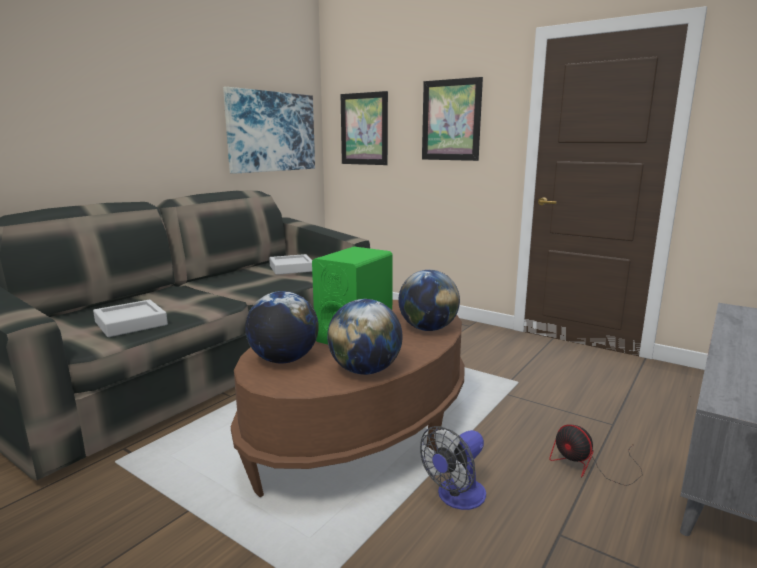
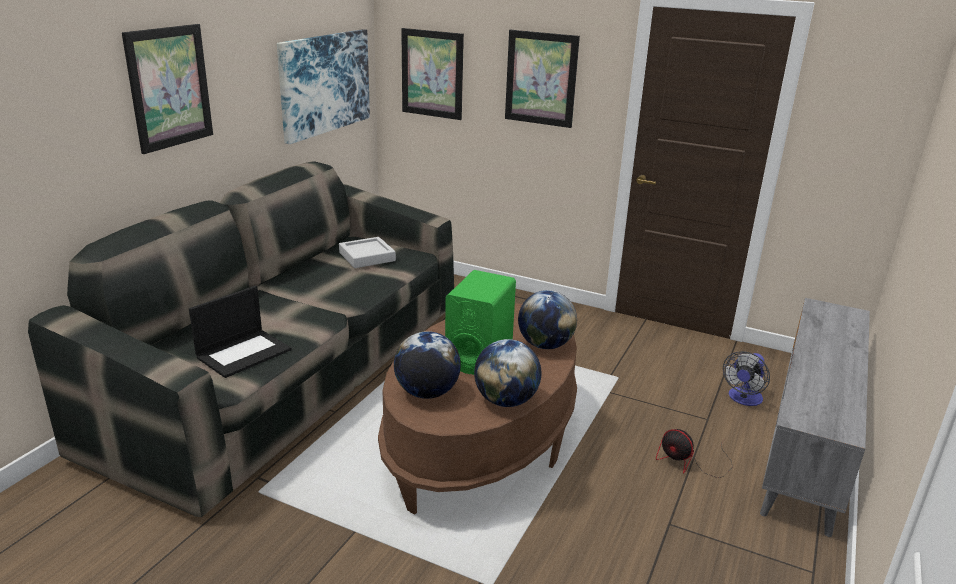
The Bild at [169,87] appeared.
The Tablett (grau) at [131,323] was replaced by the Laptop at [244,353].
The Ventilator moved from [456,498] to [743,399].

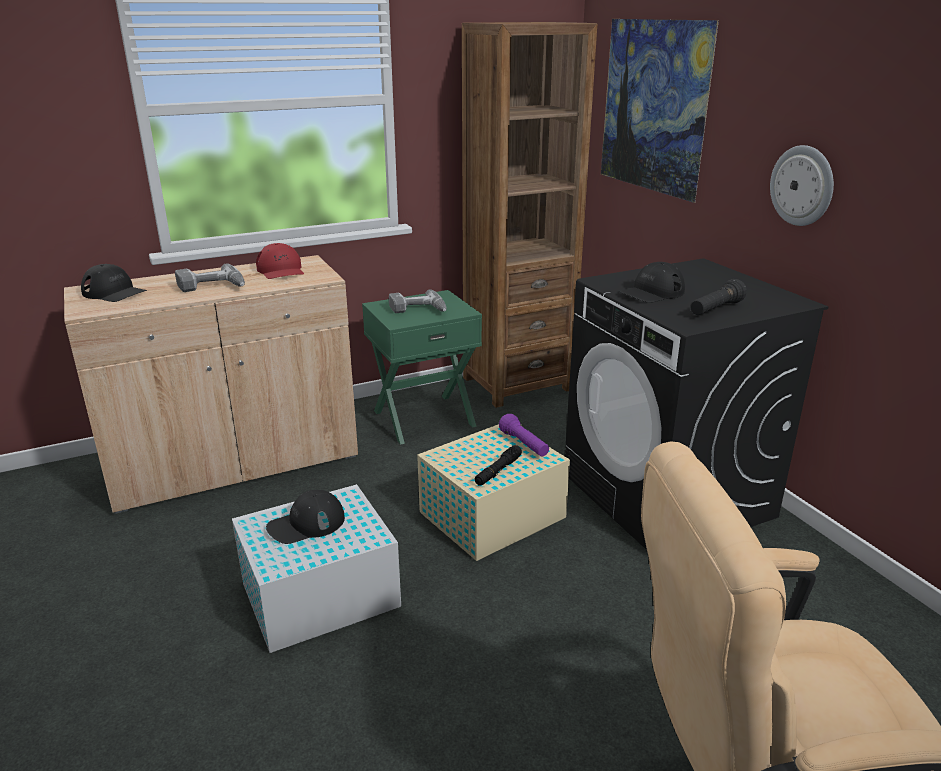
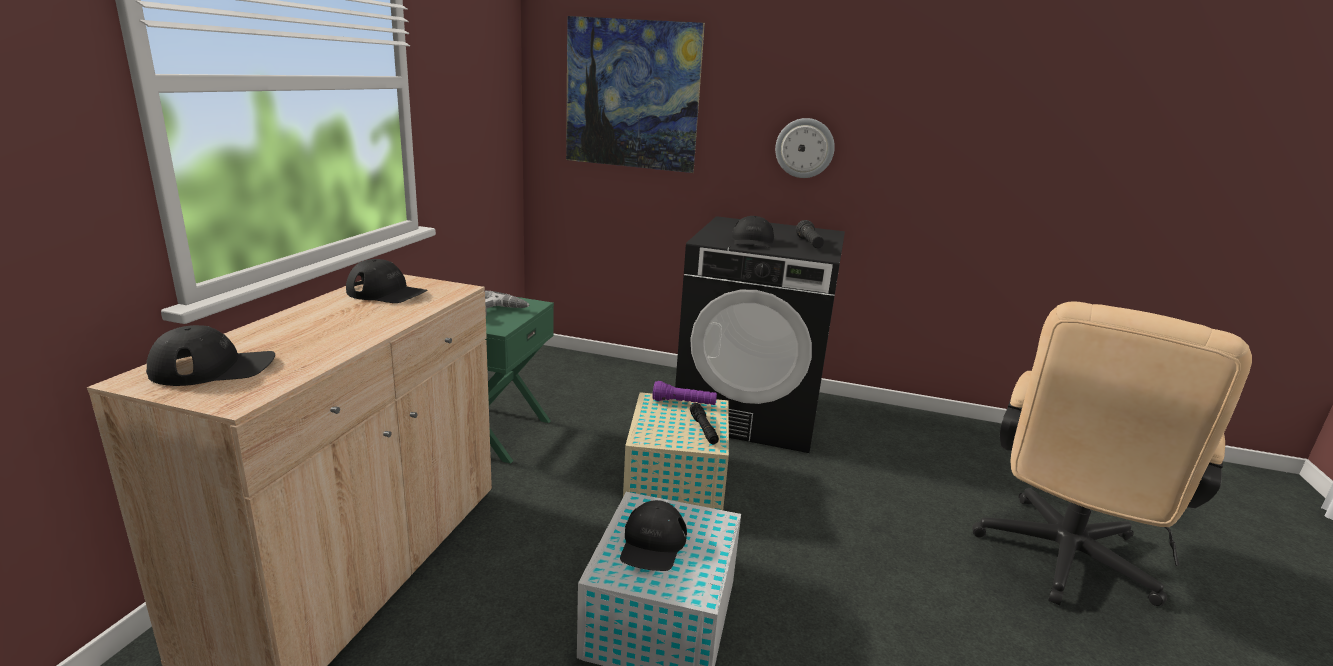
The Kappe (rot) at [281,270] became the Kappe (schwarz) at [387,293].
The Bohrmaschine at [212,287] disappeared.
The Bücherregal (braun) at [517,383] disappeared.

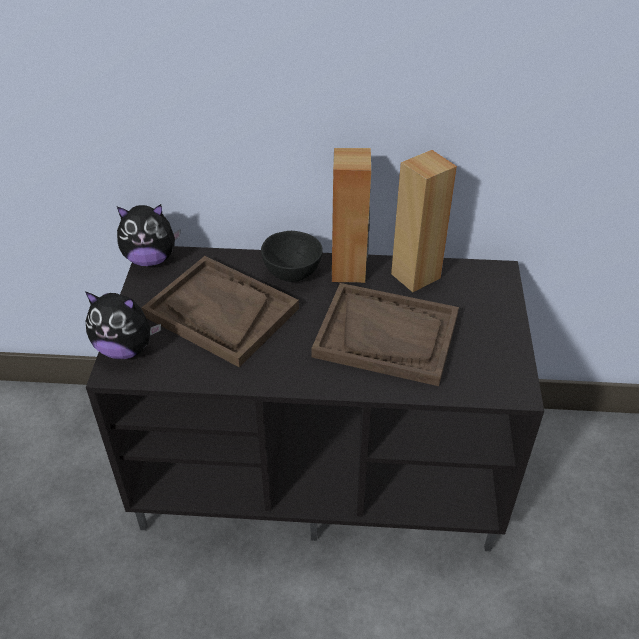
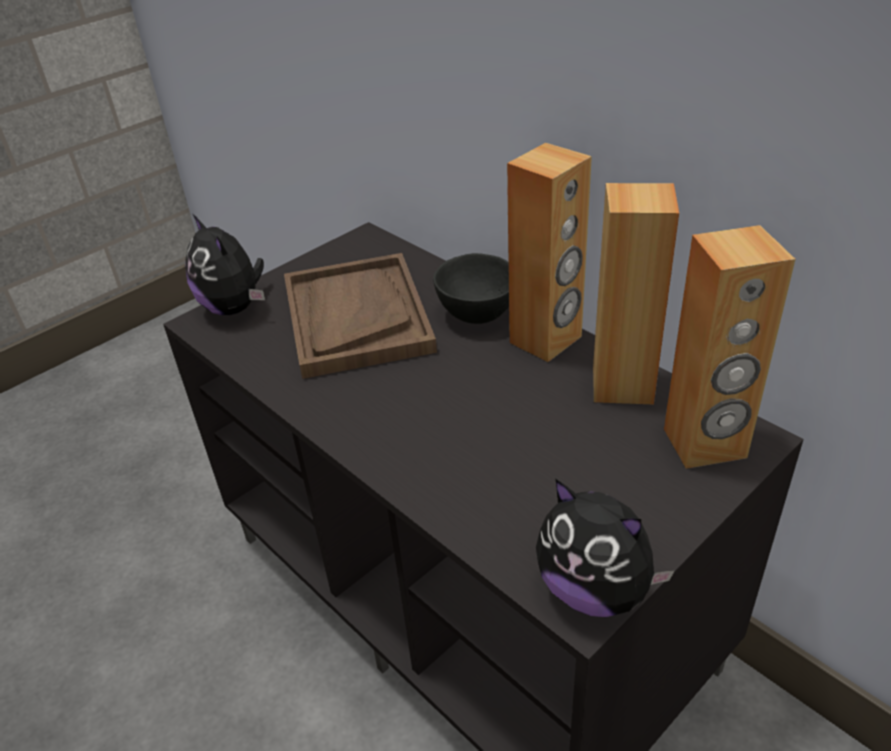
The Plüschtier moved from [151,259] to [595,590].
The Lautsprecher (braun) at [705,444] appeared.
The Tablett (braun) at [386,336] disappeared.

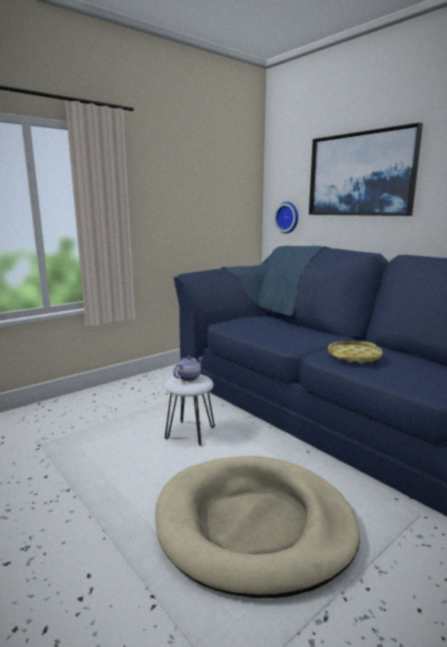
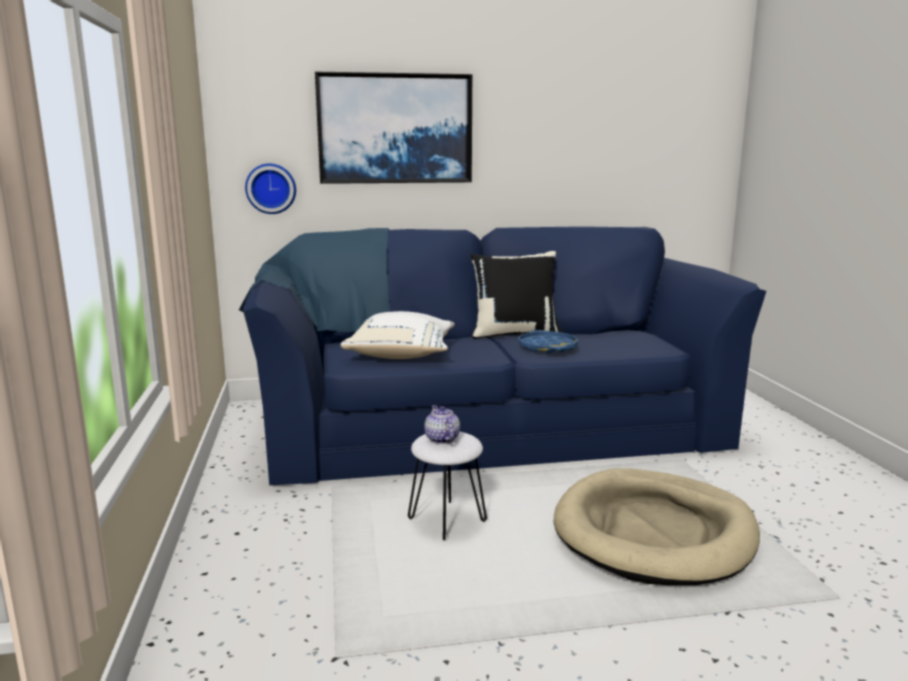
The Kissen (weiß) at [402,355] appeared.
The Kissen (schwarz) at [515,334] appeared.
The Tablett (gelb) at [354,356] became the Tablett (blau) at [547,347].

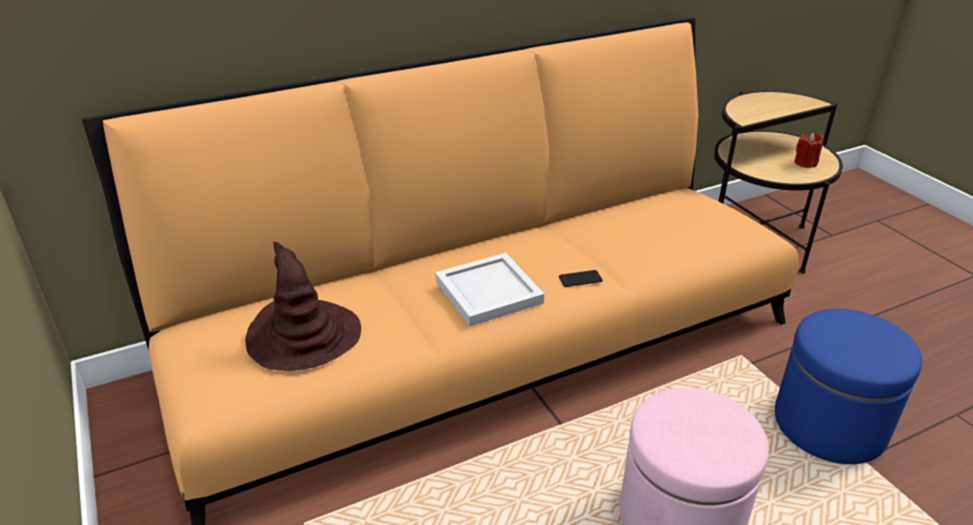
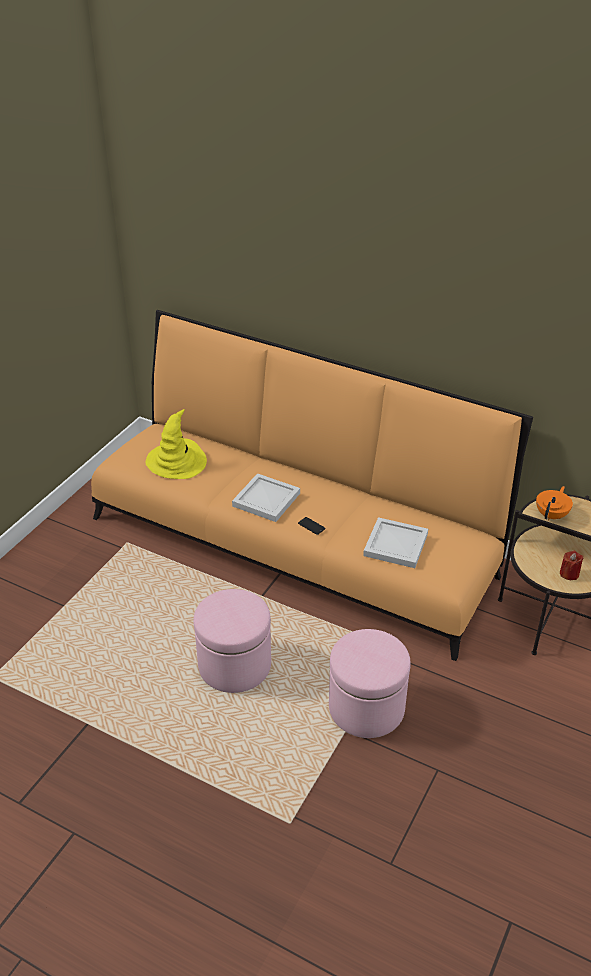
The Hut (braun) at [303,336] became the Hut (gelb) at [177,461].
The Polsterhocker (blau) at [829,424] became the Polsterhocker (rosa) at [366,707].
The Tablett (weiß) at [395,544] appeared.
The Teekanne (orange) at [551,515] appeared.

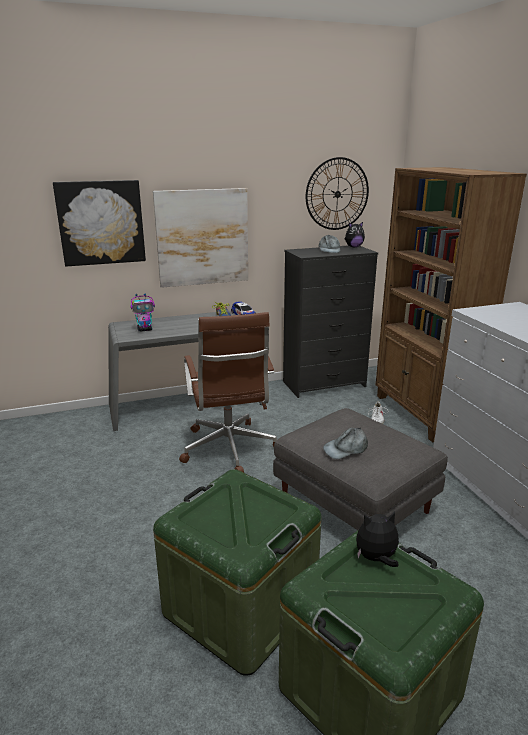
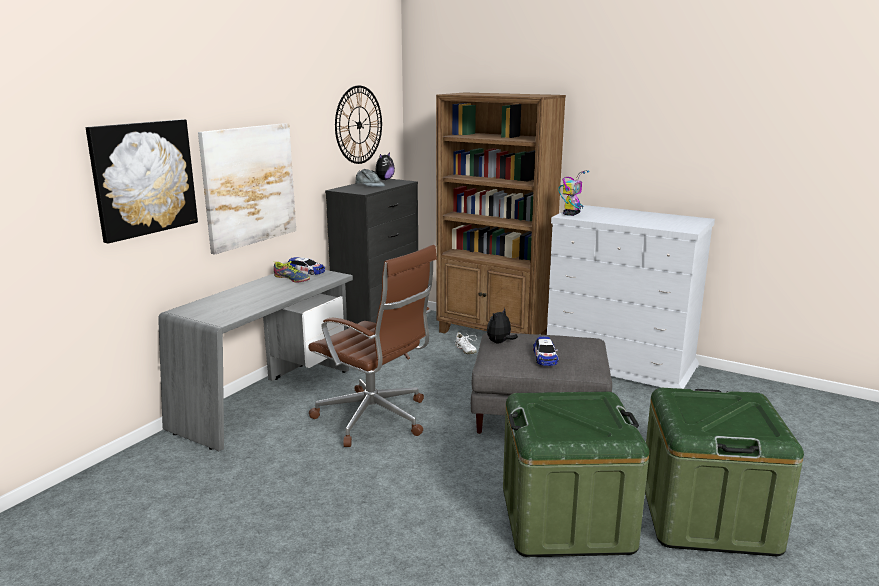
The Plüschtier moved from [376,559] to [500,343].
The Kappe (grau) at [346,449] was replaced by the Spielzeugauto at [545,357].
The Spielzeugroboter moved from [145,330] to [571,214].

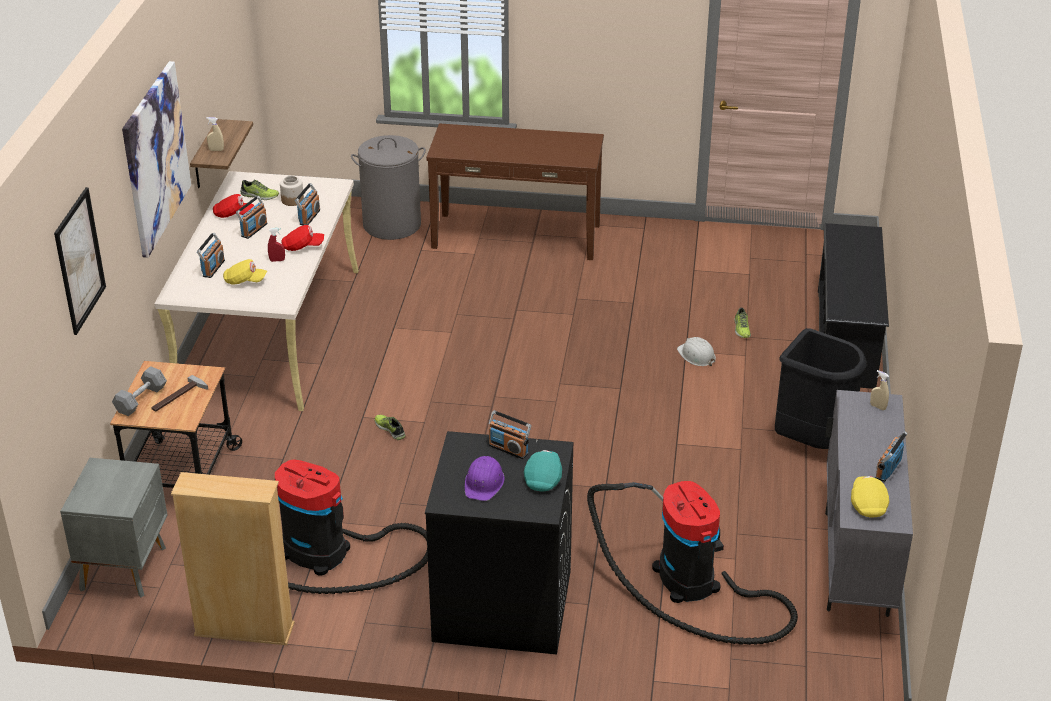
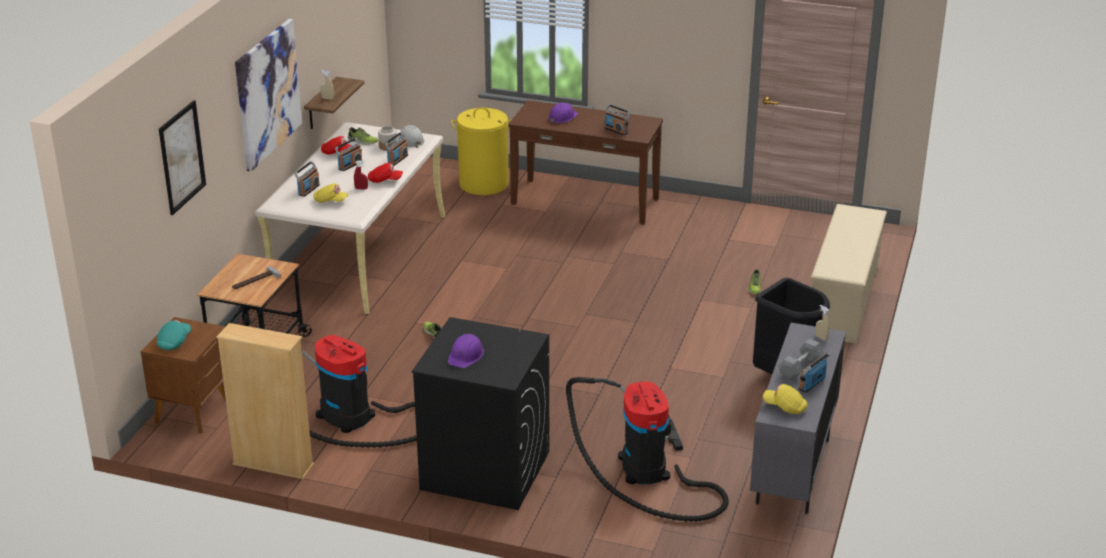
The Nachttisch (grau) at [125,568] became the Nachttisch (braun) at [194,411].
The Kappe (türkis) moved from [543,478] to [174,342].
The Schutzhelm (weiß) moved from [696,355] to [410,140].
The Wäschekorb (grau) at [392,224] became the Wäschekorb (gelb) at [484,184].
The Schutzhelm (lila) at [562,117] appeared.
The Radio moved from [508,449] to [616,130].
The Kappe (gelb) at [868,504] turned 75 degrees counterclockwise.
The Hantel (grau) moved from [141,399] to [800,367].
The Schuhregal (schwarz) at [845,338] became the Schuhregal (beige) at [843,302].

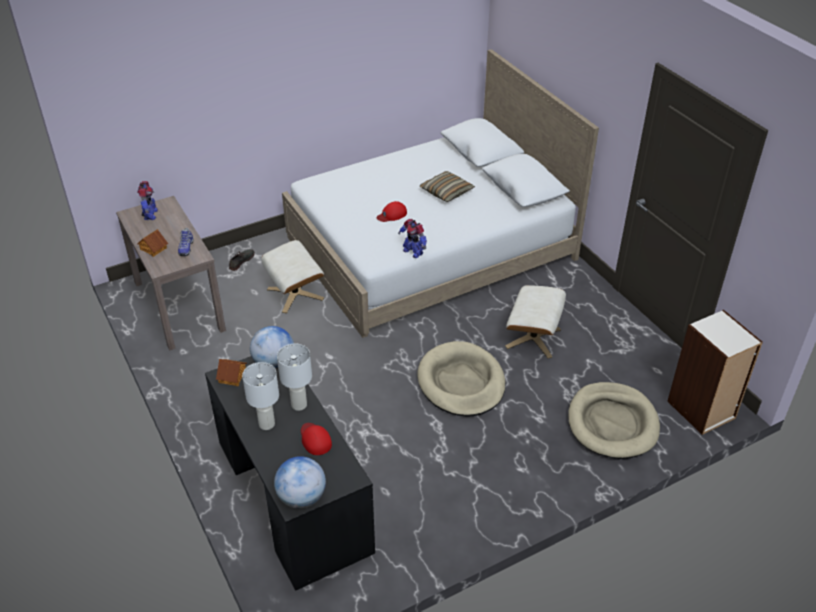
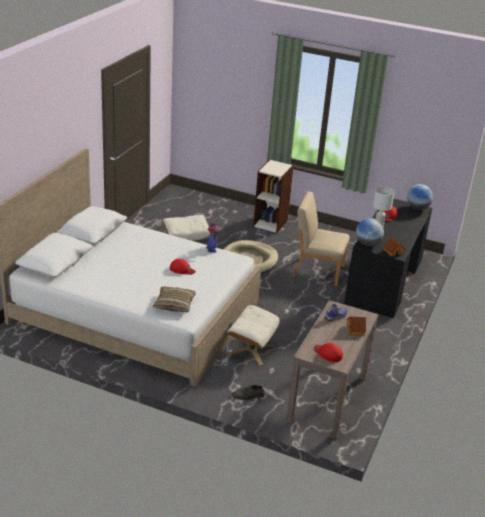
The Kissen moved from [446,192] to [174,304].
The Bücherregal moved from [701,410] to [270,223].
The Stuhl (beige) at [317,270] appeared.
The Spielzeugroboter at [150,215] was replaced by the Kappe (rot) at [328,353].
The Tischlampe (weiß) at [267,424] disappeared.
The Hundebett (beige) at [612,423] disappeared.

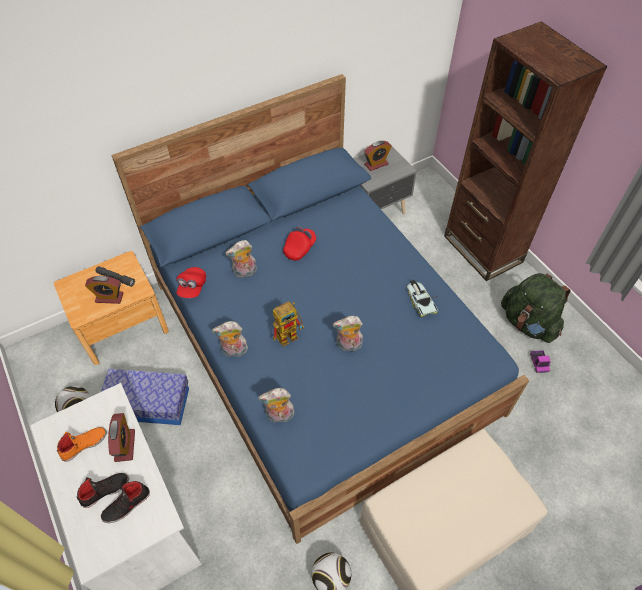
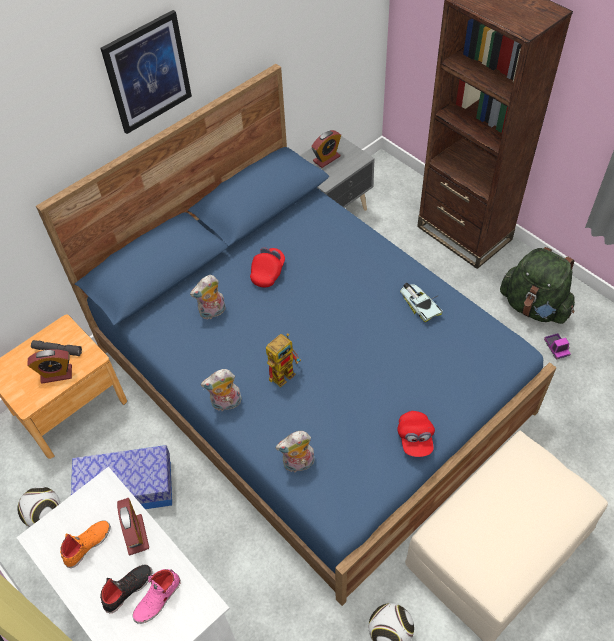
The Bild at [147,72] appeared.
The Schuh (schwarz) at [127,505] became the Schuh (rosa) at [158,599].
The Kappe (rot) moved from [192,287] to [415,438].
The Plüschtier at [348,346] disappeared.

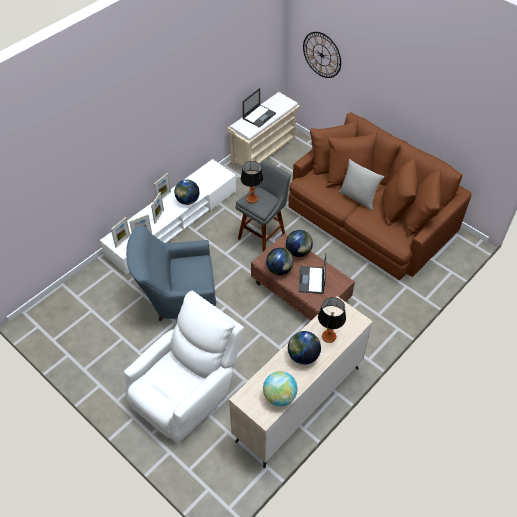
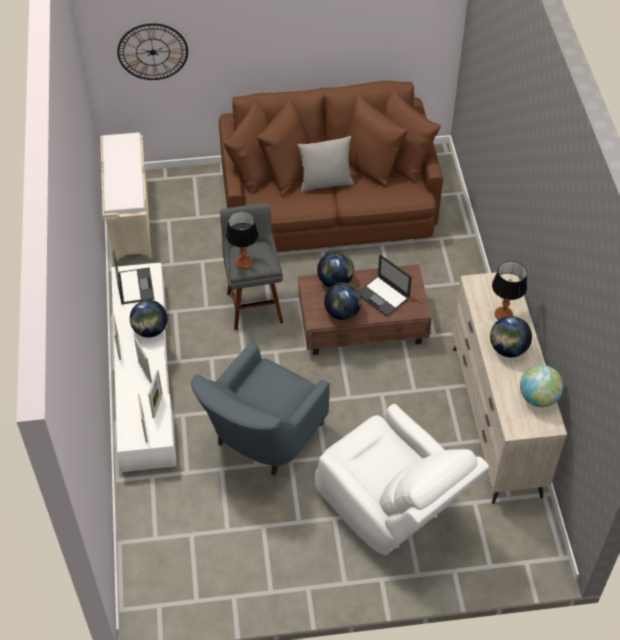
The Laptop moved from [259,116] to [135,286].
The Sessel (weiß) at [186,391] turned 150 degrees clockwise.

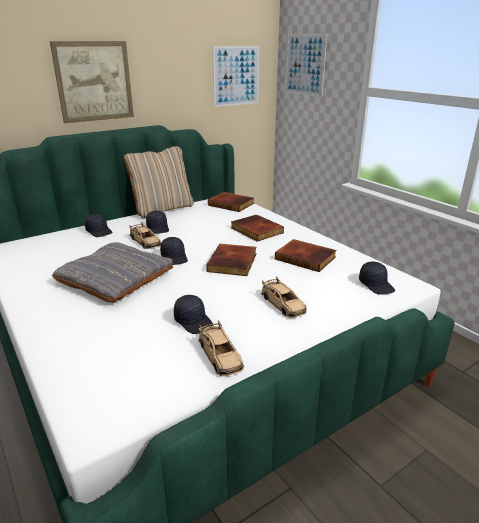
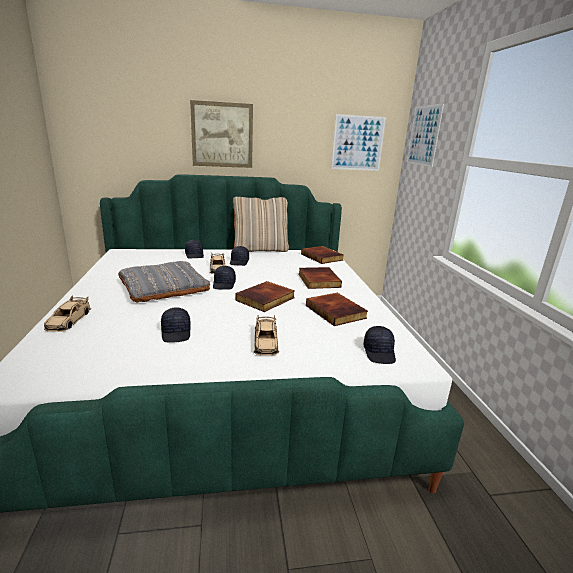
The Spielzeugauto (beige) moved from [220,355] to [69,320].

